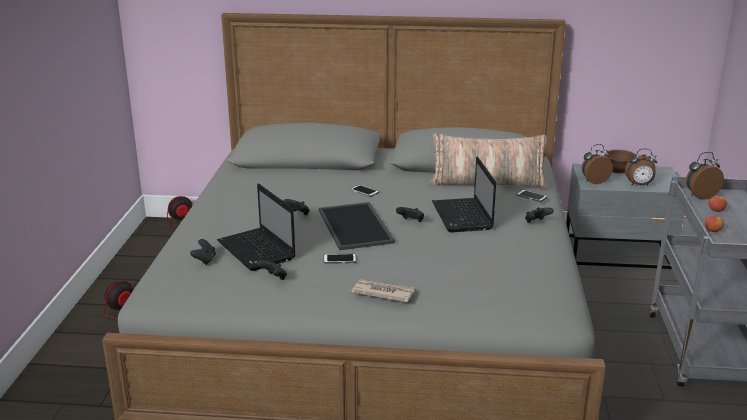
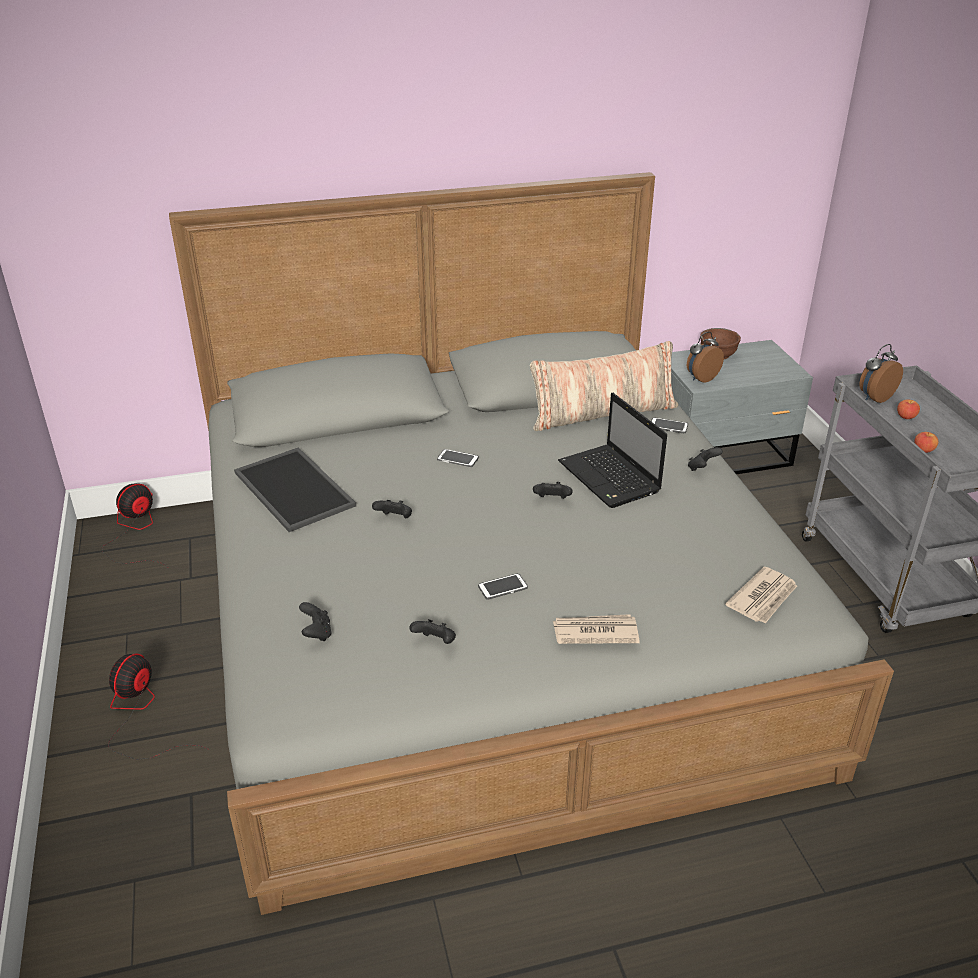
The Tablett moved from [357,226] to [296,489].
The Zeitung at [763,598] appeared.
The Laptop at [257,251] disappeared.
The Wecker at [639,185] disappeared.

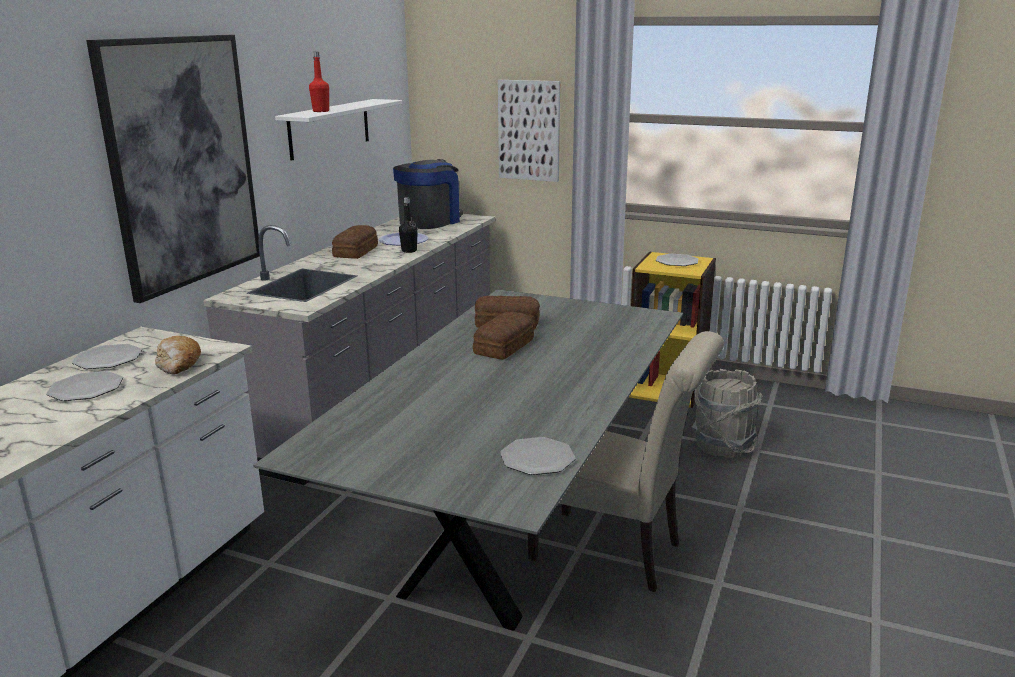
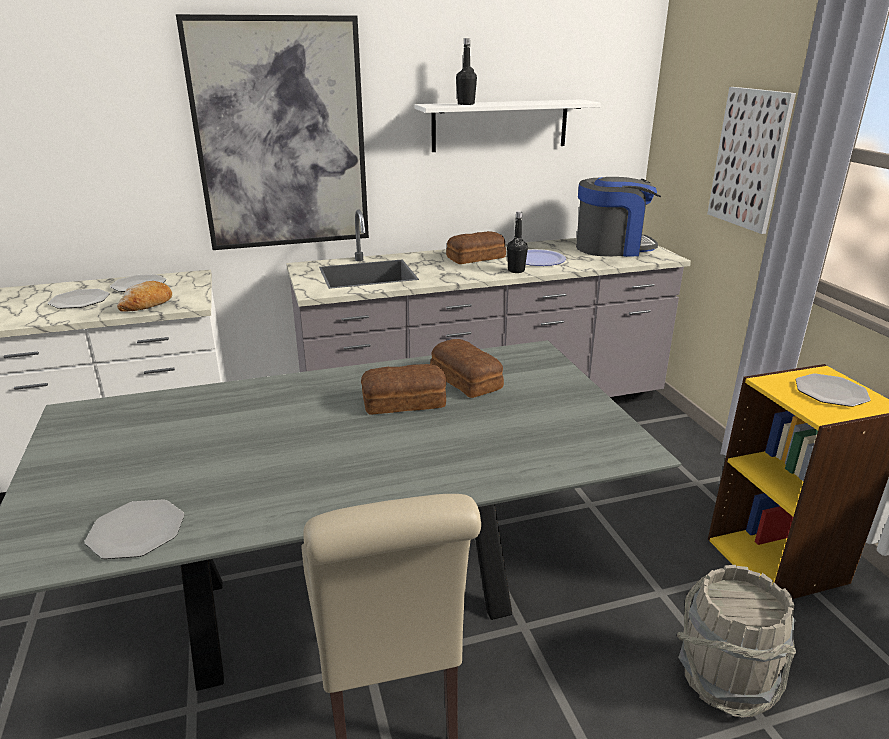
The Flasche (rot) at [321,111] became the Flasche (schwarz) at [466,104].

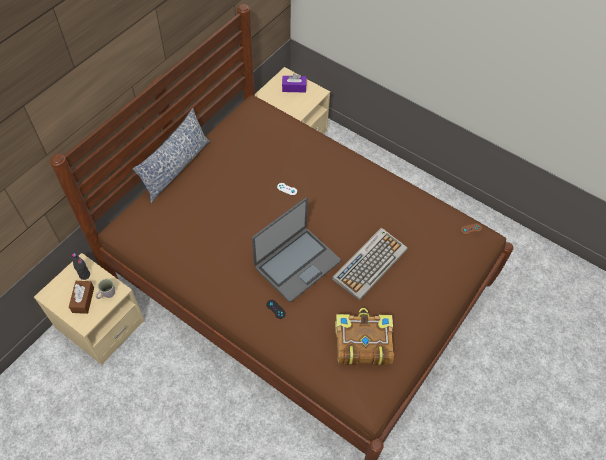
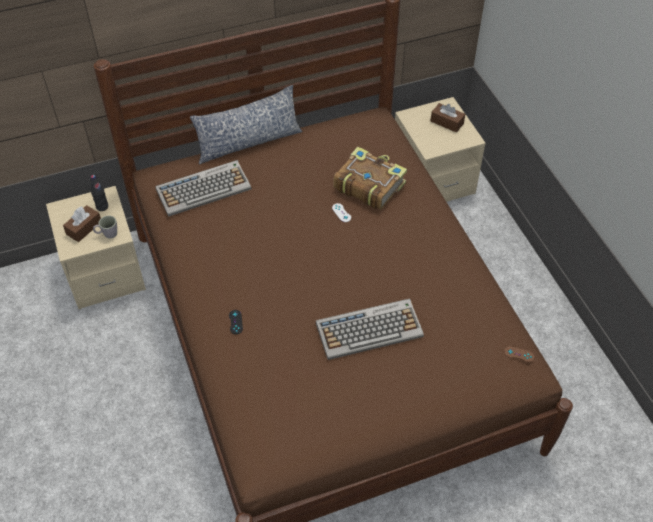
The Tastatur at [204,188] appeared.
The Buch moved from [362,342] to [369,185].
The Taschentuchbox (lila) at [294,87] became the Taschentuchbox (braun) at [447,122].
The Laptop at [296,264] disappeared.

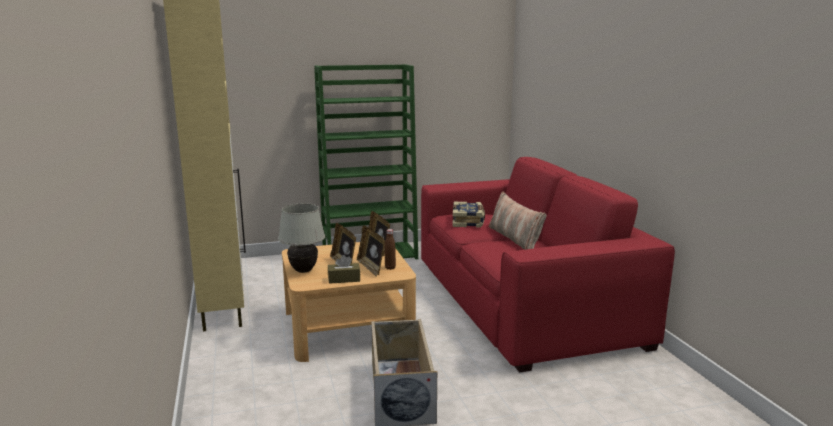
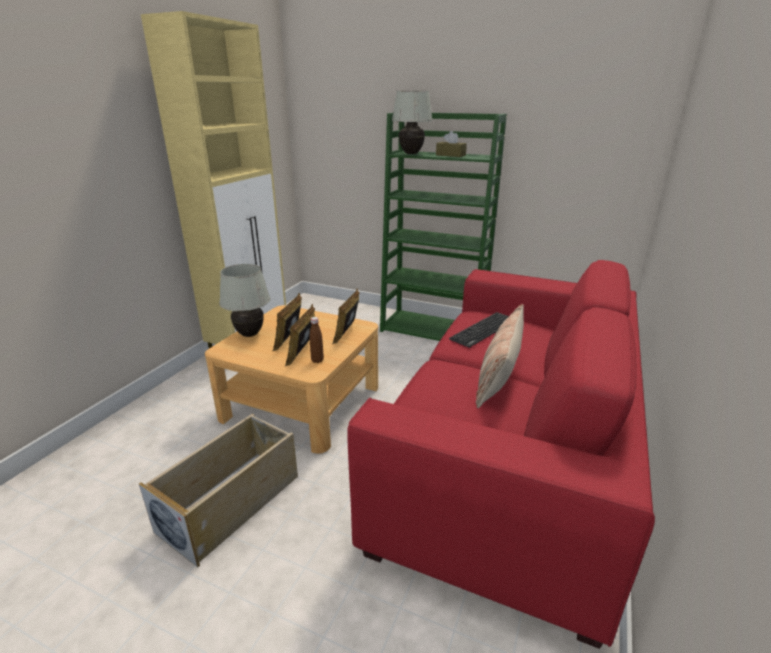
The Tischlampe (weiß) at [411,153] appeared.
The Taschentuchbox (braun) moved from [344,279] to [450,155].
The Buch at [468,222] was replaced by the Tastatur at [483,330].

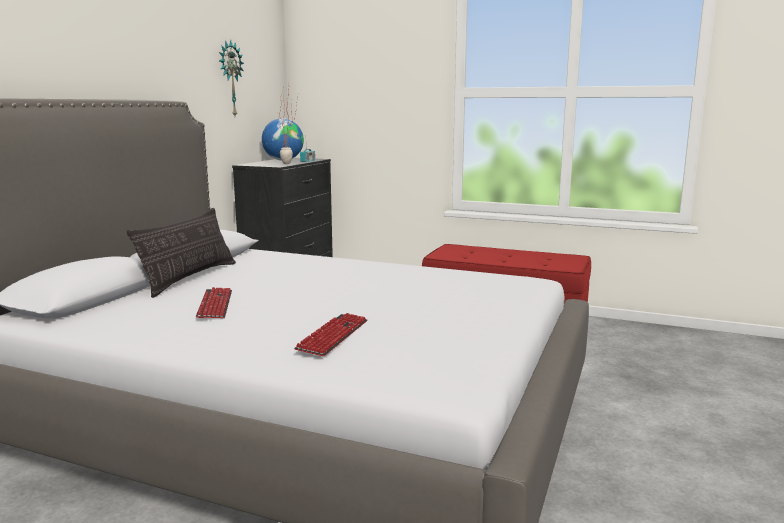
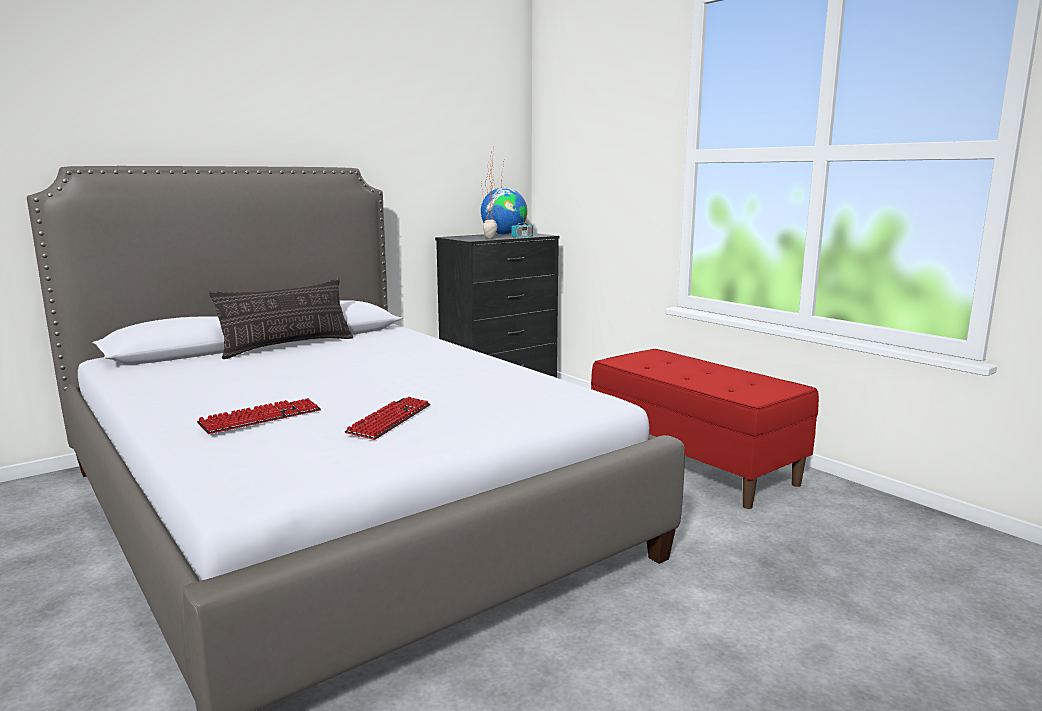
The Tastatur moved from [215,305] to [390,420].
The Wanduhr at [230,79] disappeared.

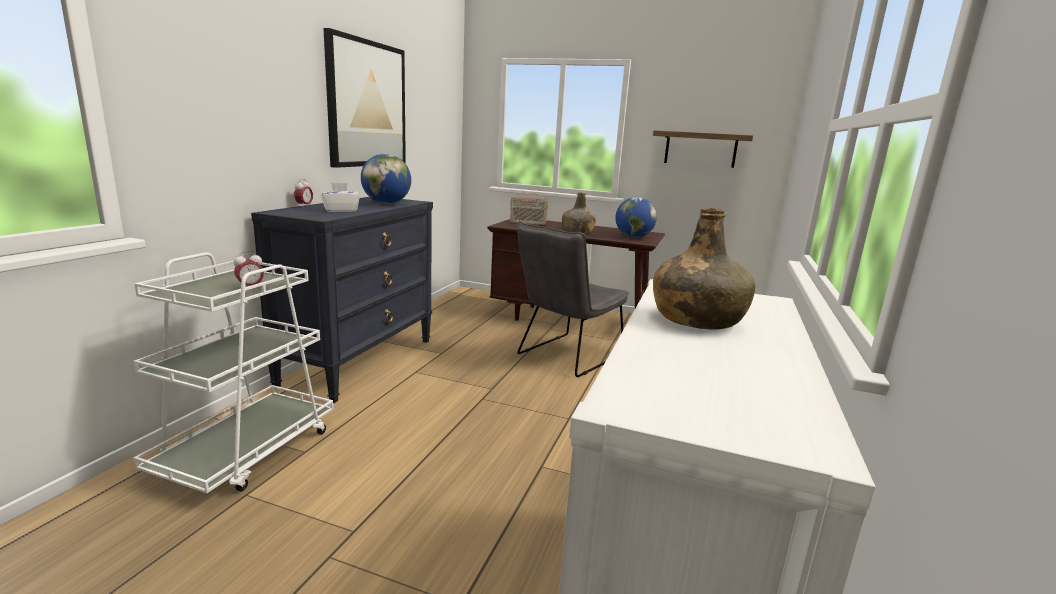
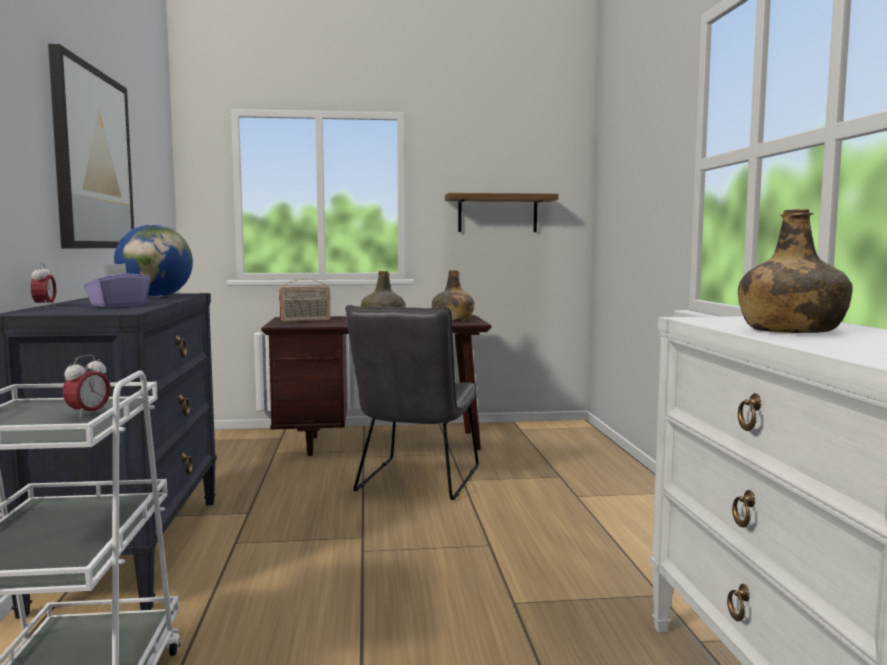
The Taschentuchbox (weiß) at [340,210] became the Taschentuchbox (lila) at [118,305].
The Globus at [633,237] was replaced by the Flasche (grün) at [452,320].

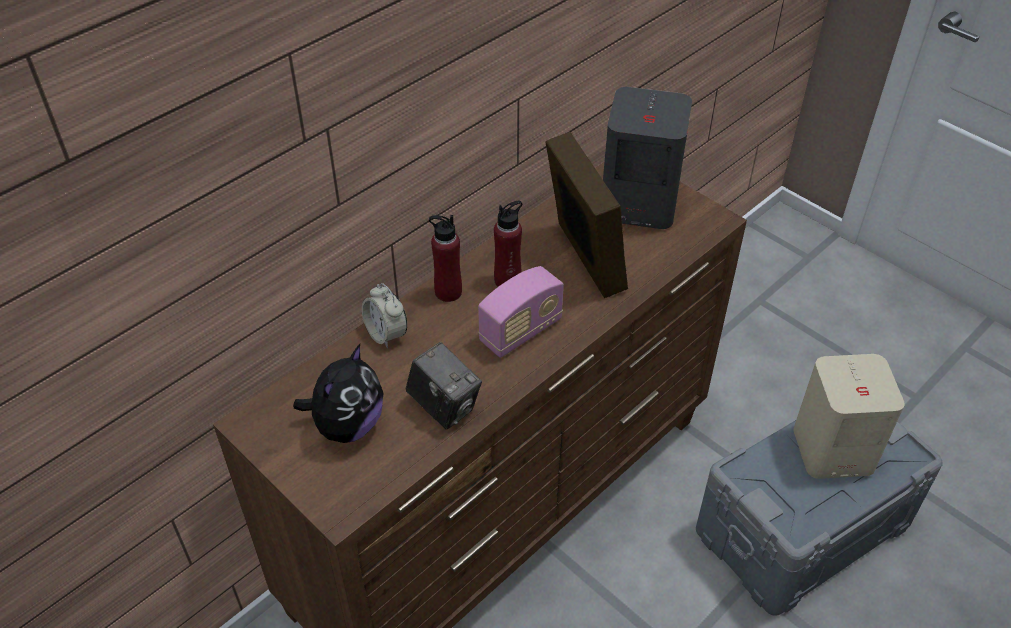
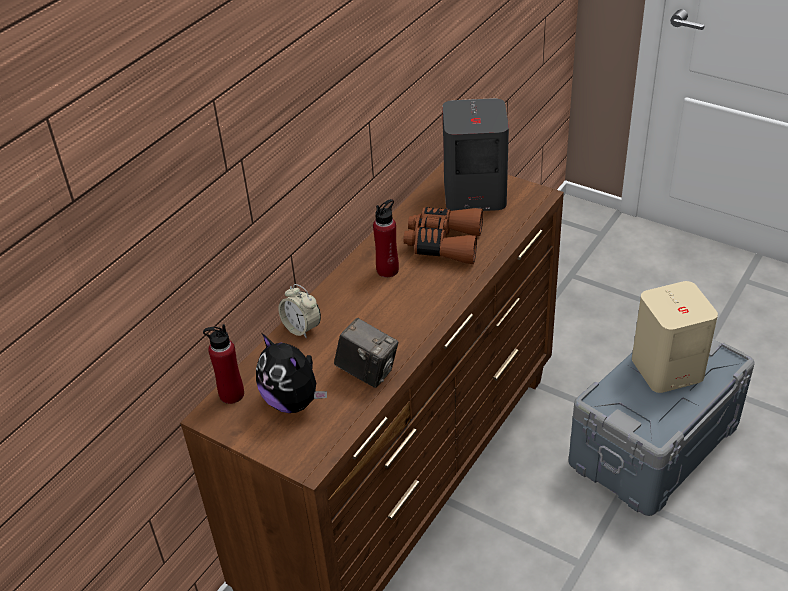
The Flasche (rot) moved from [448,292] to [231,394].
The Plüschtier at [347,425] turned 120 degrees clockwise.
The Bilderrahmen at [583,259] was replaced by the Fernglas (braun) at [443,243].
The Radio at [521,331] disappeared.

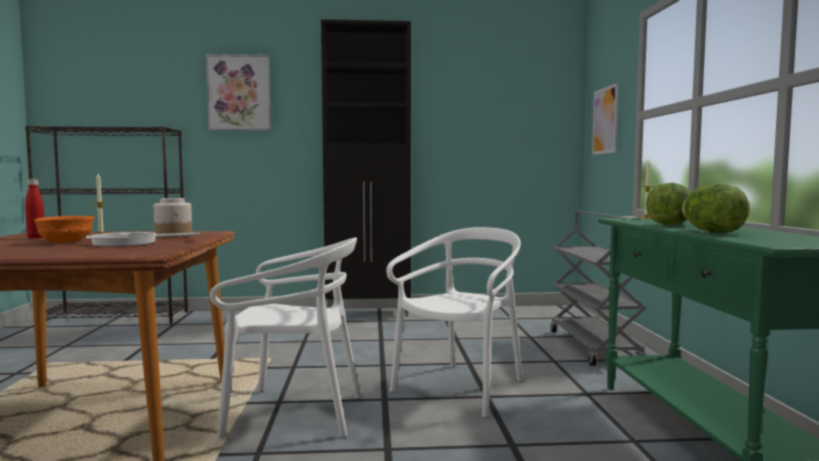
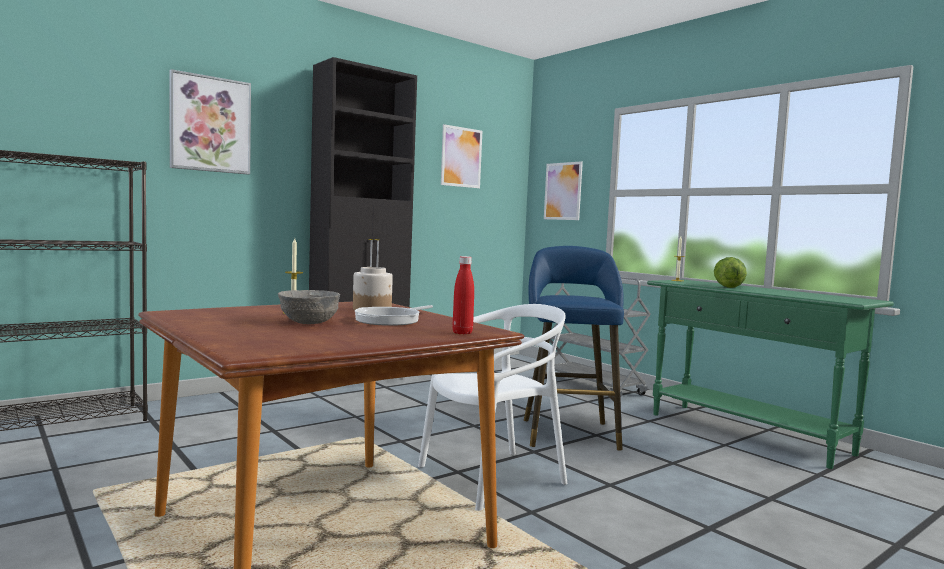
The Schüssel (orange) at [67,242] became the Schüssel (grau) at [309,322].
The Bild at [461,157] appeared.
The Flasche (rot) moved from [36,237] to [462,333].
The Stuhl (weiß) at [461,388] was replaced by the Hocker (blau) at [568,432].
The Salatkopf at [712,232] disappeared.

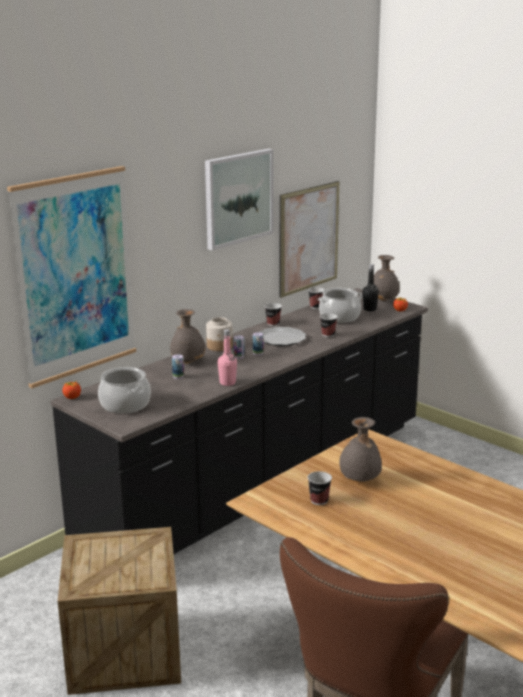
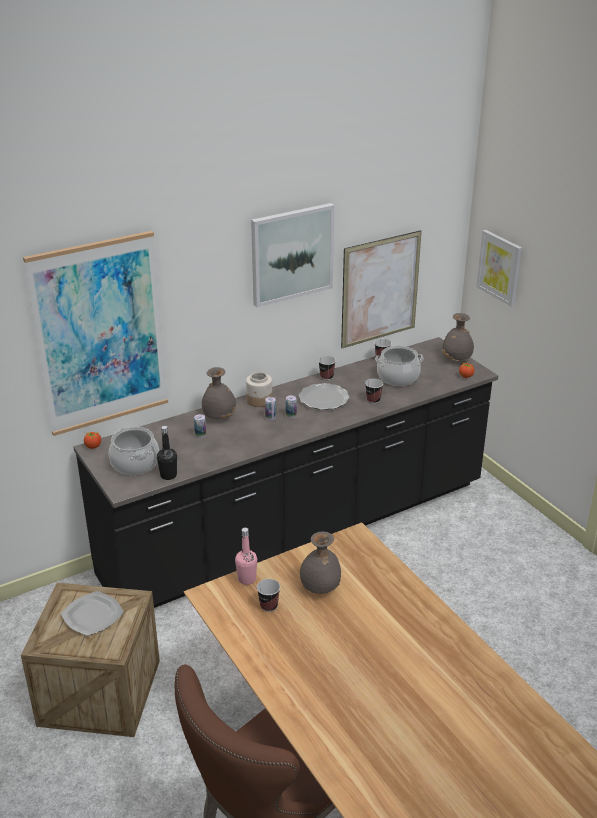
The Teller at [92,614] appeared.
The Flasche (schwarz) moved from [369,309] to [168,475].
The Flasche (rosa) moved from [227,383] to [246,579].
The Bild at [500,267] appeared.

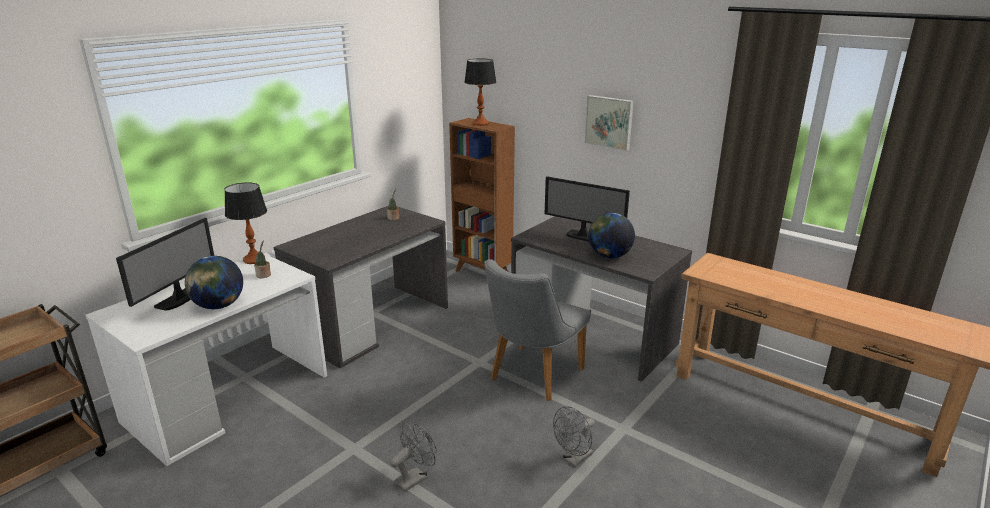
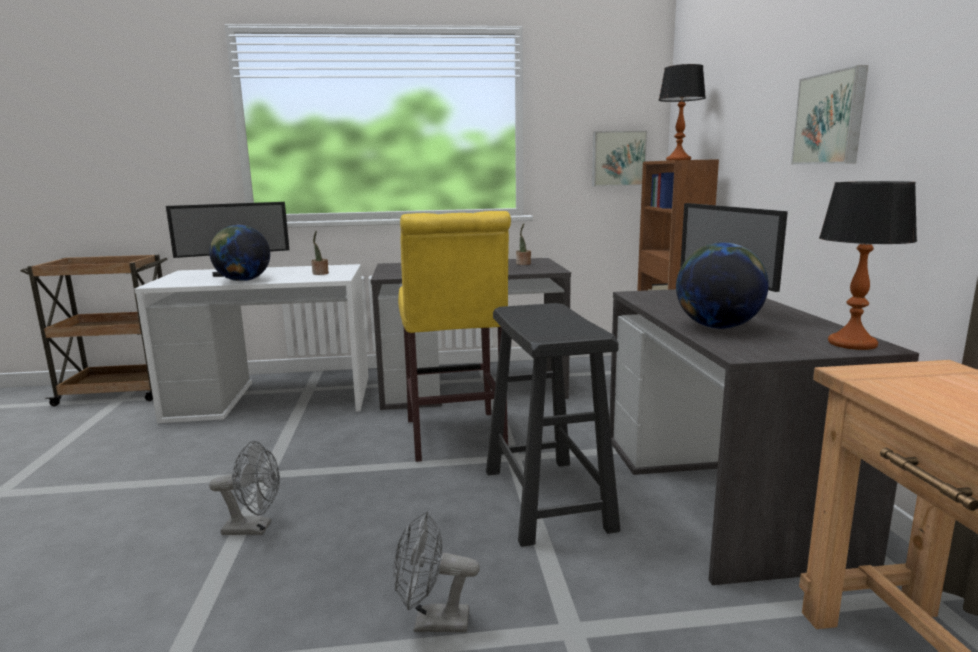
The Hocker (gelb) at [456,439] appeared.
The Stuhl (grau) at [531,377] was replaced by the Hocker (schwarz) at [546,498].
The Bild at [618,158] appeared.
The Tischlampe moved from [254,259] to [852,343].

